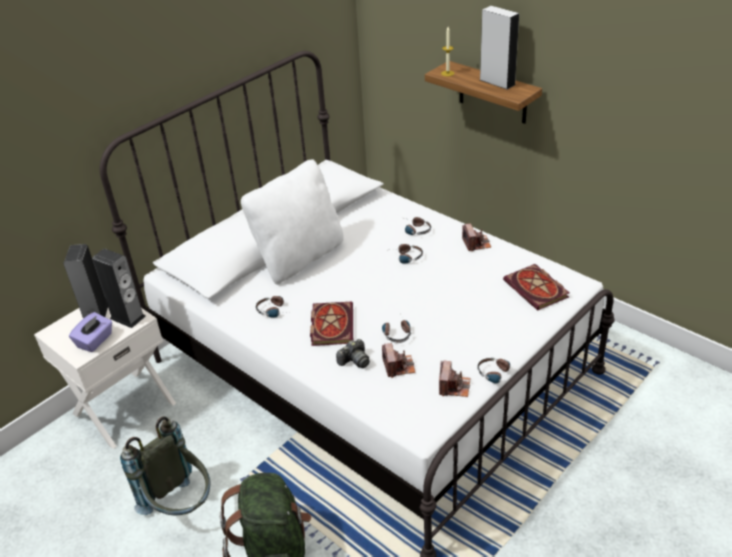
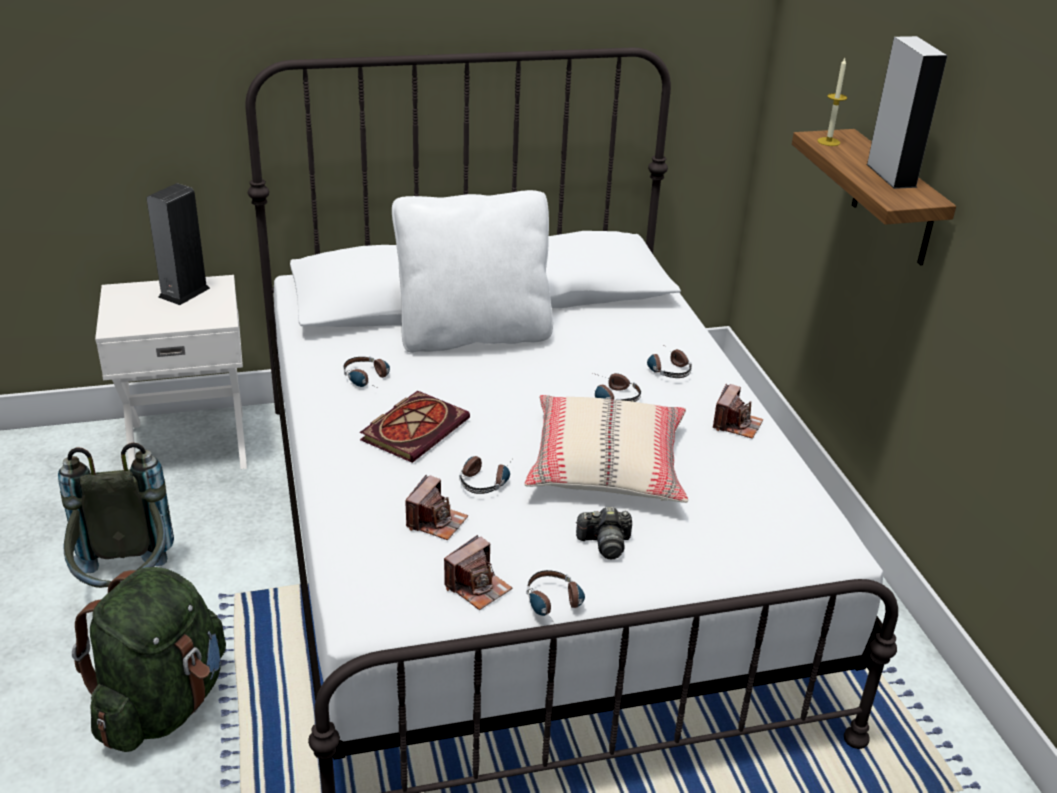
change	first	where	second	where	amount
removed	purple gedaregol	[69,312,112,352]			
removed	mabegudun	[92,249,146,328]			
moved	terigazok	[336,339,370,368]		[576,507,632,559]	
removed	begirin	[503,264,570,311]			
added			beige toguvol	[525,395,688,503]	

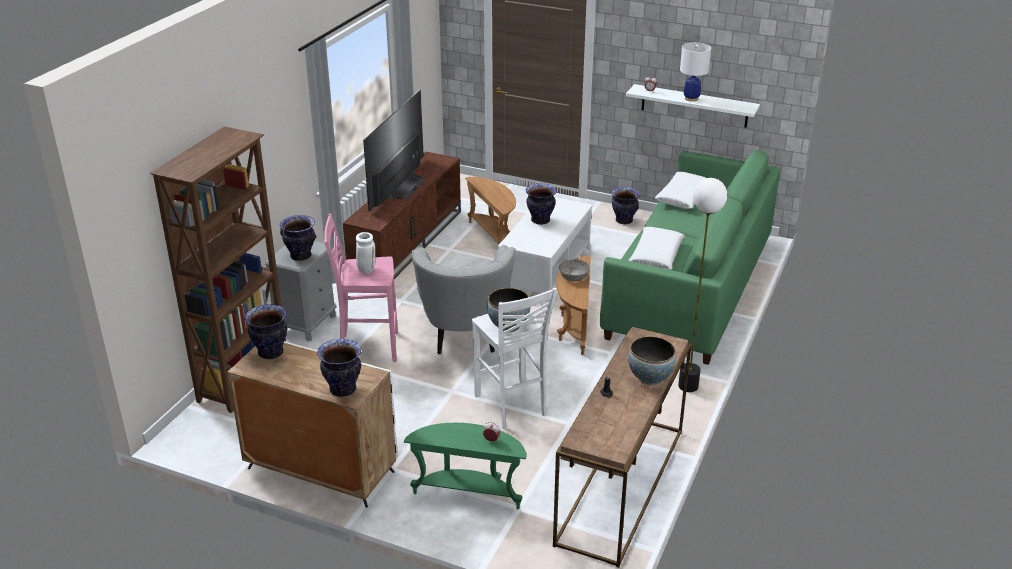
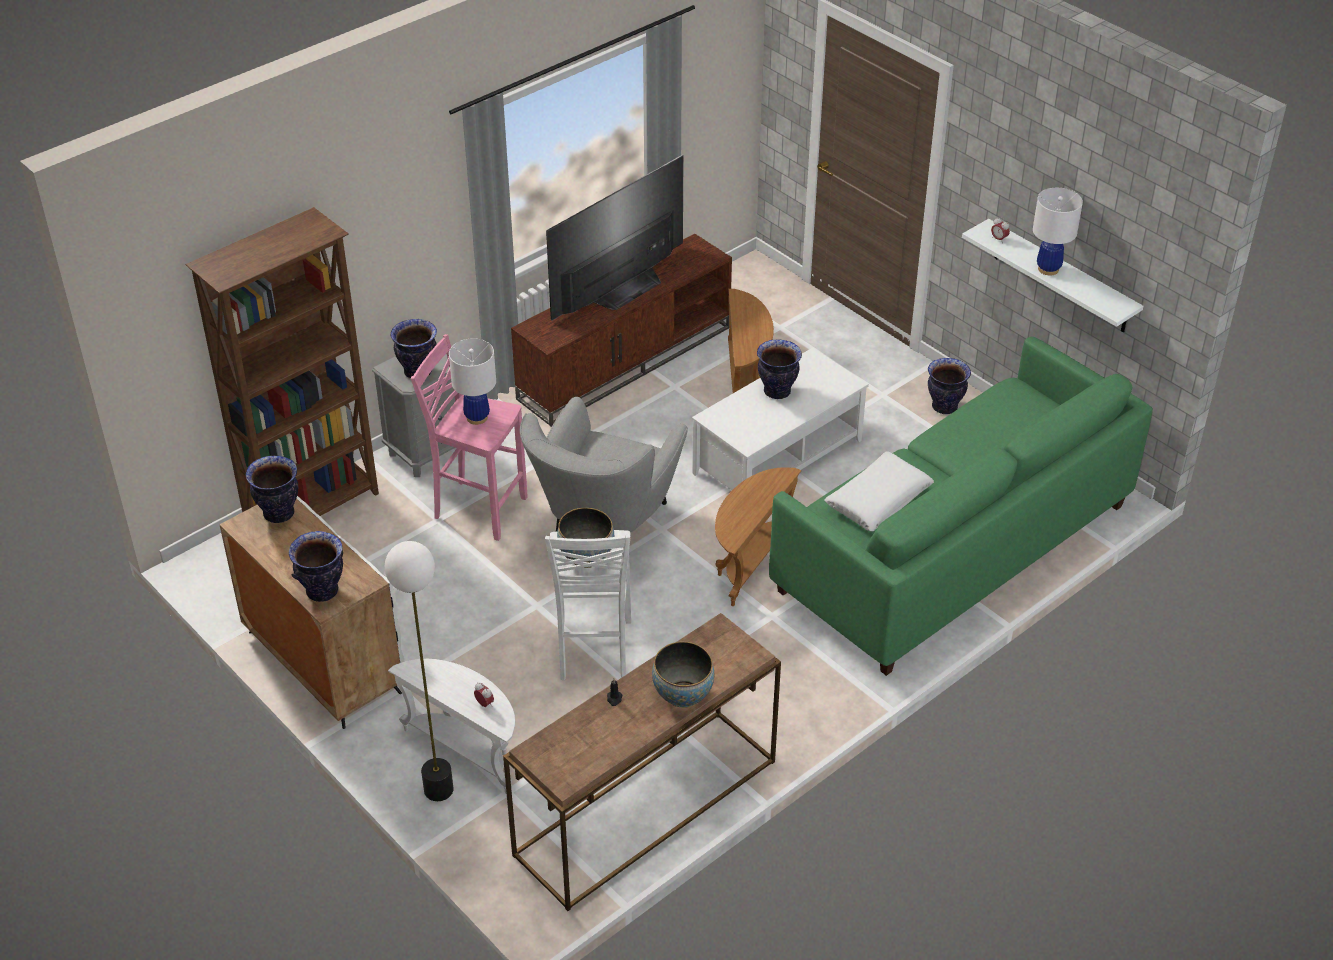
change	first	where	second	where	amount
replaced	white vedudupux	[356,232,375,274]	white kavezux	[449,338,496,425]	
recoloured	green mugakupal	[404,423,527,509]	white mugakupal	[388,659,515,794]	
removed	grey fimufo	[559,259,590,281]			
removed	white toguvol	[655,172,706,209]			
moved	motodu	[678,178,727,392]		[385,541,454,801]	

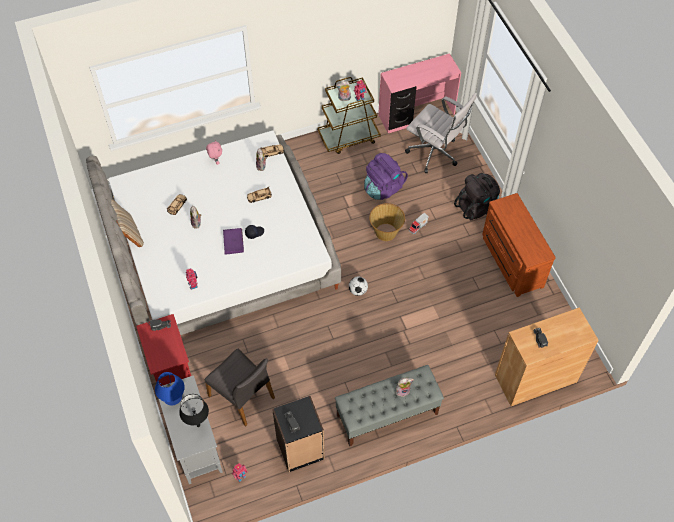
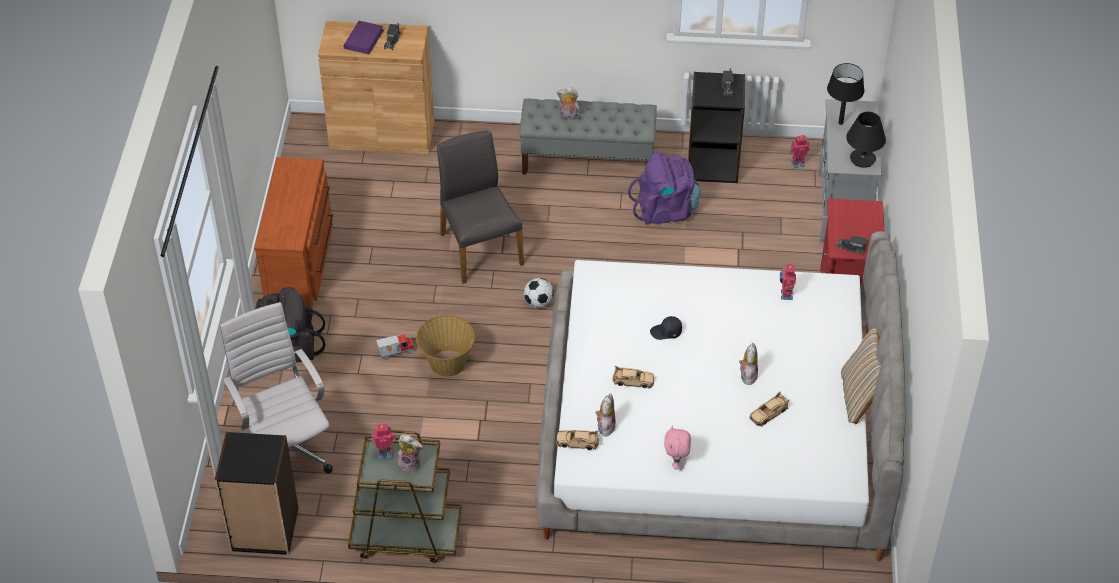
change	first	where	second	where	amount
recoloured	blue kavezux	[155,372,185,405]	black kavezux	[846,112,886,168]	
moved	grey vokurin	[204,349,275,426]		[437,131,524,284]	
moved	purple begirin	[223,228,244,255]		[343,21,384,54]	
moved	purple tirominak	[364,153,408,200]		[628,152,700,224]	
replaced	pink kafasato	[378,53,461,134]	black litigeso	[214,432,299,555]	

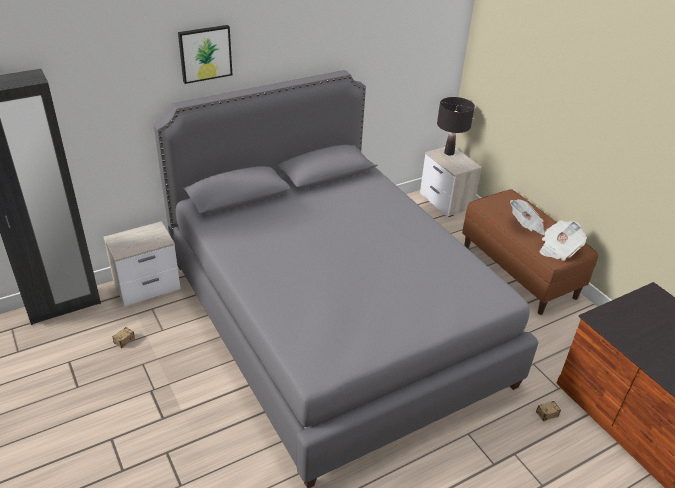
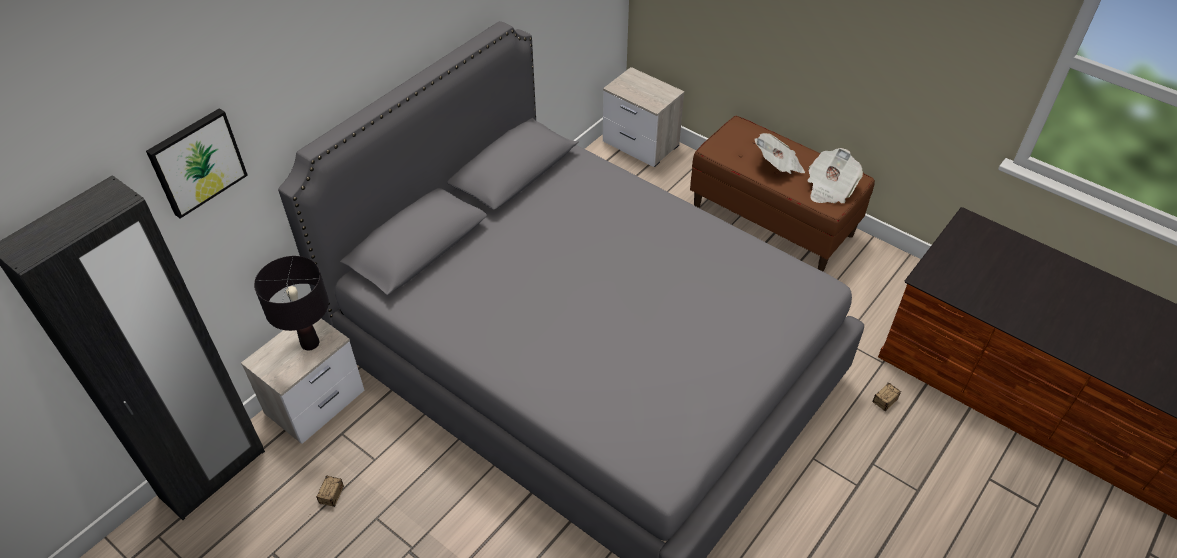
change	first	where	second	where	amount
moved	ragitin	[178,25,232,84]		[146,108,248,219]	
moved	black kavezux	[437,97,475,156]		[254,256,329,351]	

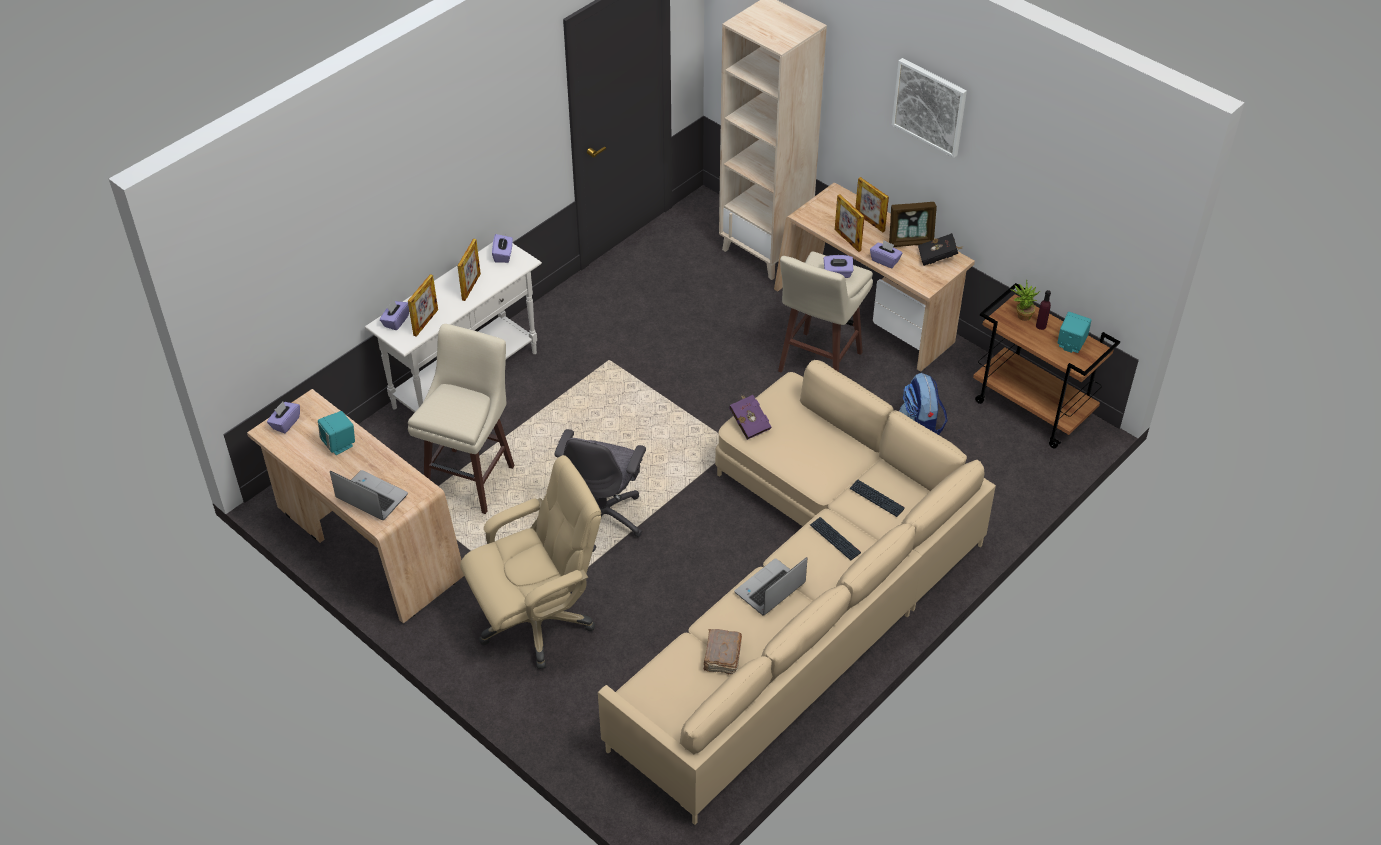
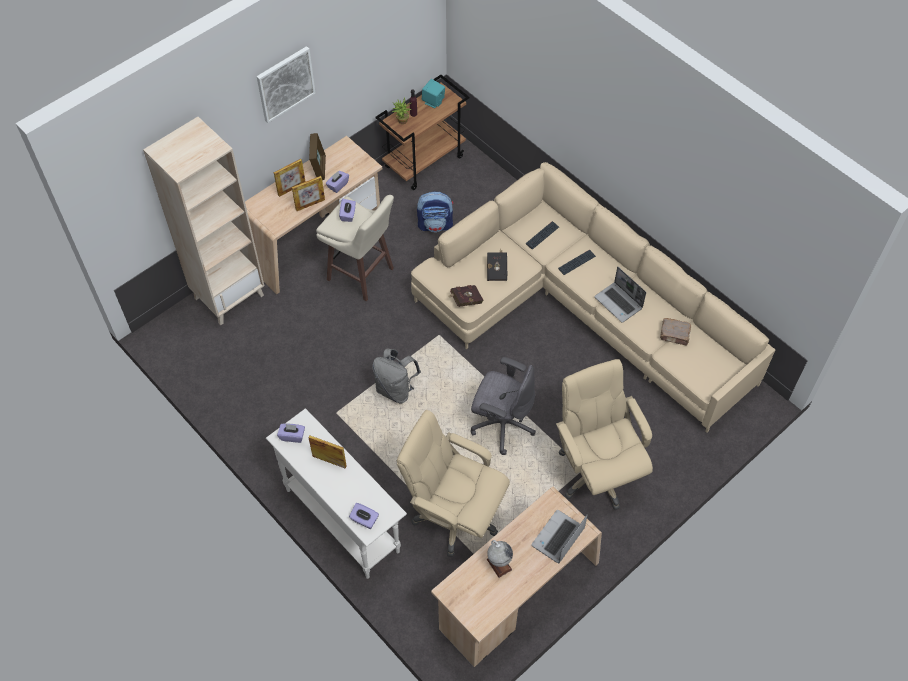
change	first	where	second	where	amount
removed	purple gedaregol	[267,402,300,434]			
replaced	turquoise mabegudun	[318,411,355,455]	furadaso	[487,540,513,578]	
removed	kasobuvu	[408,274,438,337]			
replaced	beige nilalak	[408,324,515,514]	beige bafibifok	[397,410,510,557]	
recoloured	purple begirin	[729,394,771,440]	red begirin	[448,285,484,307]	
moved	black begirin	[918,233,964,266]		[487,250,507,281]	
added			grey tirominak	[373,348,421,403]	

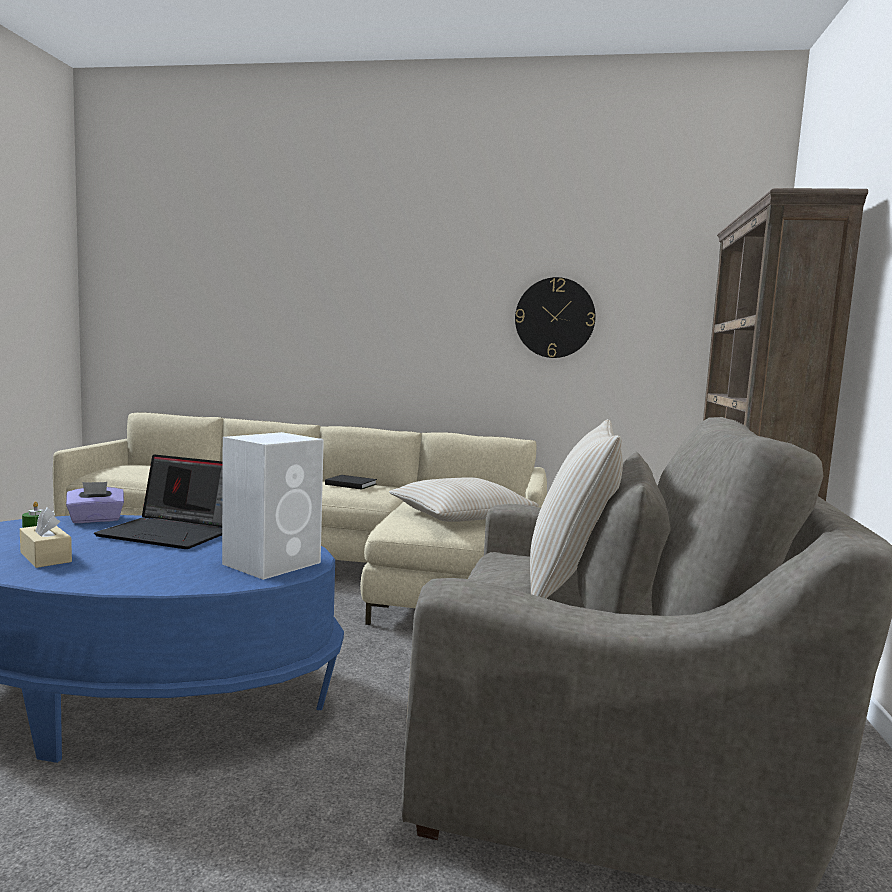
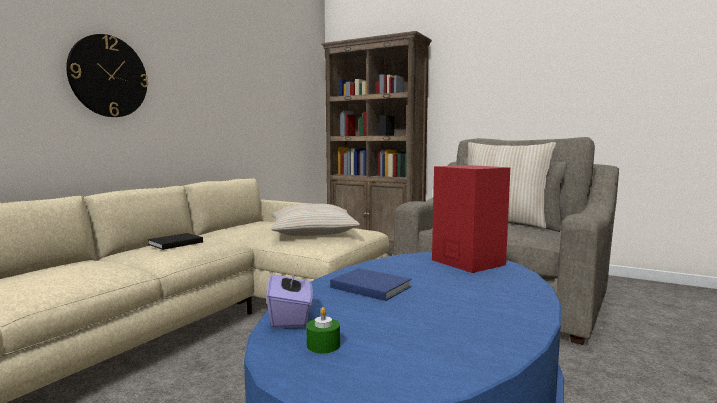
change	first	where	second	where	amount
removed	beige gedaregol	[20,508,72,568]			
replaced	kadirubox	[94,454,223,549]	blue begirin	[330,268,412,301]	
recoloured	white mabegudun	[222,432,324,580]	red mabegudun	[432,165,510,273]	
moved	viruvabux	[515,277,596,358]		[66,34,148,117]	

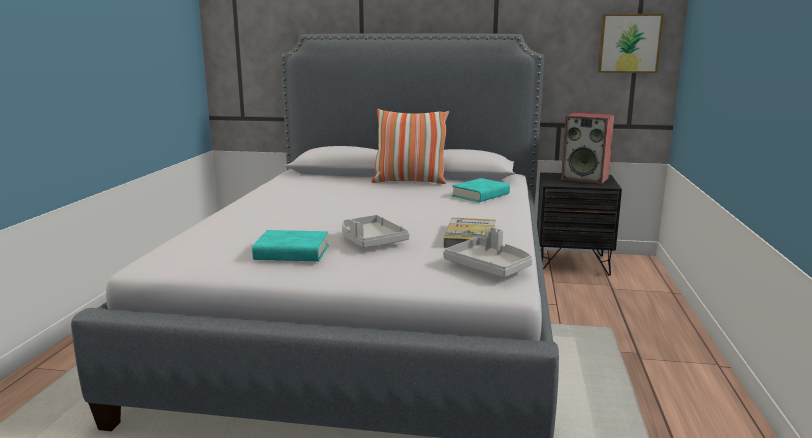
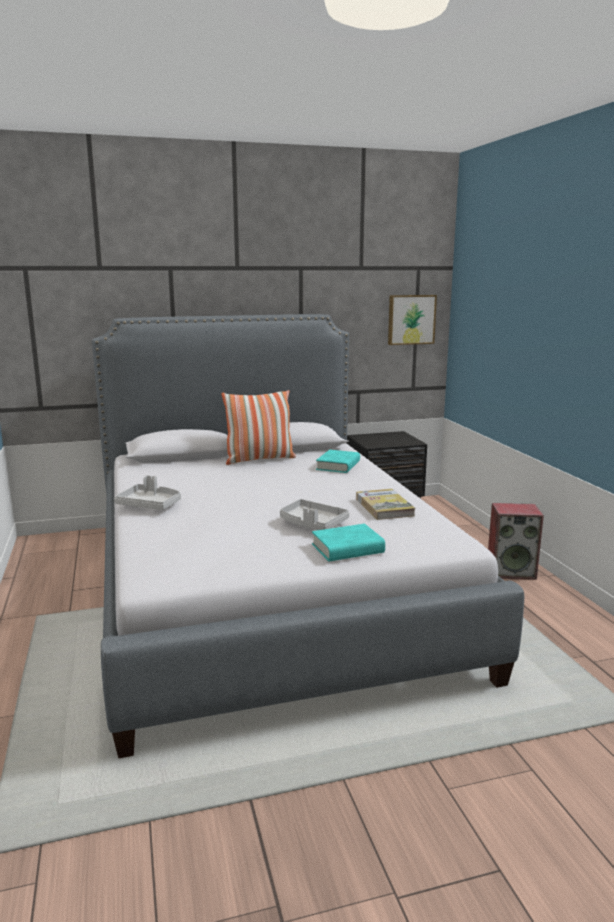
change	first	where	second	where	amount
moved	turquoise begirin	[252,230,329,261]		[312,524,385,561]	
moved	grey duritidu	[443,227,533,277]		[114,475,181,510]	
moved	mabegudun	[561,113,614,184]		[488,503,544,580]	

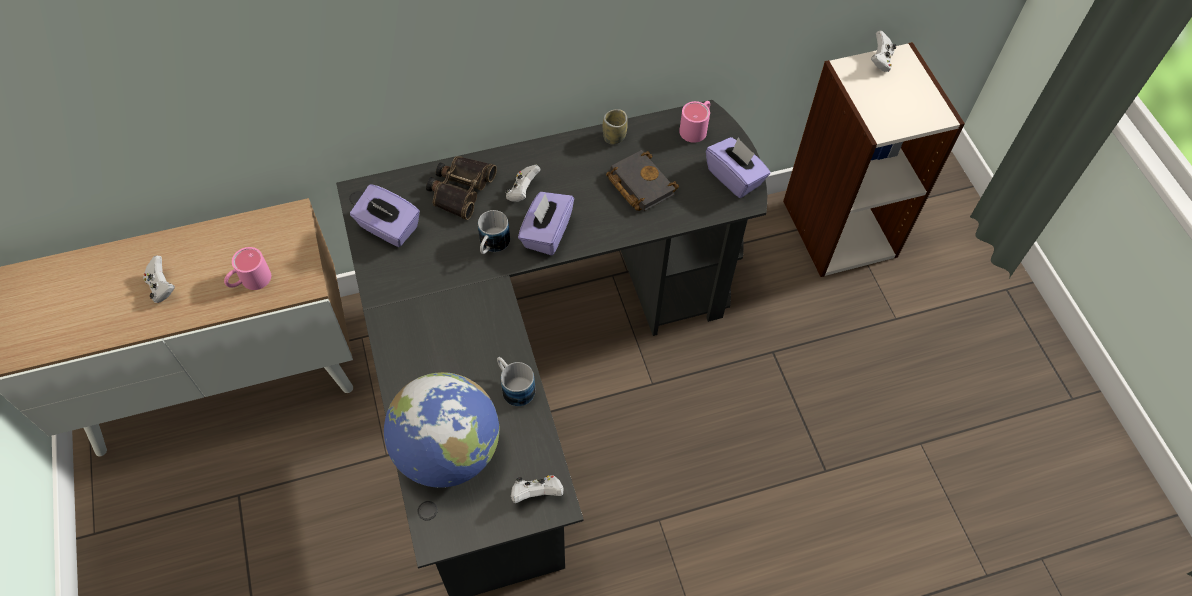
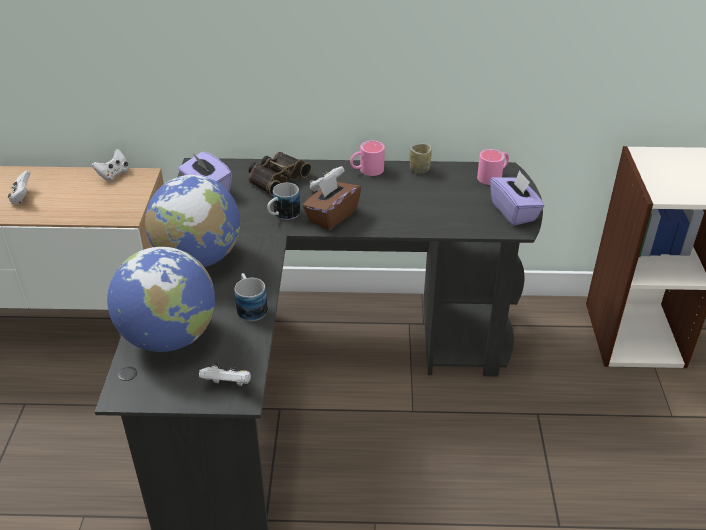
change	first	where	second	where	amount
moved	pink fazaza	[224,247,271,290]		[350,141,385,176]	
recoloured	purple gedaregol	[518,192,574,256]	brown gedaregol	[303,175,361,230]	
removed	black begirin	[606,150,679,211]			
moved	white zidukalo	[871,31,896,72]		[92,149,129,181]	
added			furadaso	[145,175,240,267]	

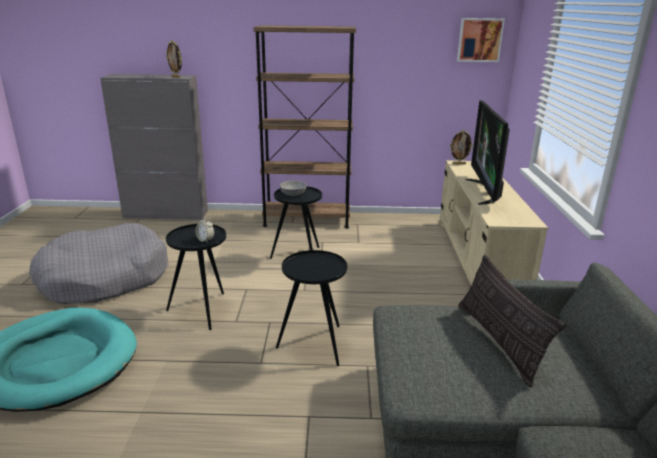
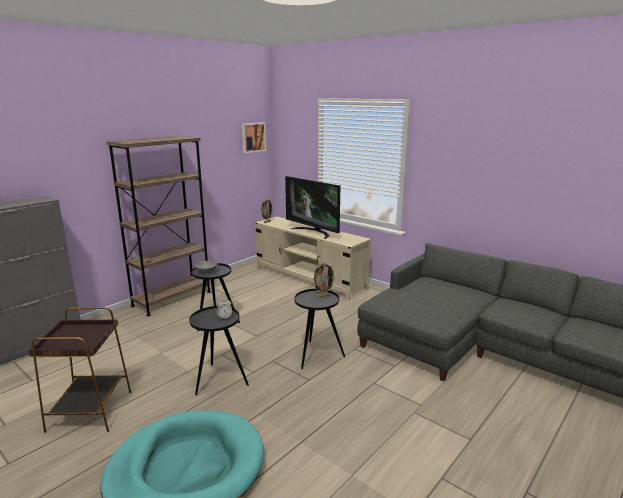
change	first	where	second	where	amount
replaced	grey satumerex	[29,223,168,304]	brown mugakupal	[29,307,131,433]	
moved	kasobuvu	[166,40,182,78]		[313,263,336,297]	
removed	toguvol	[458,255,566,387]			

